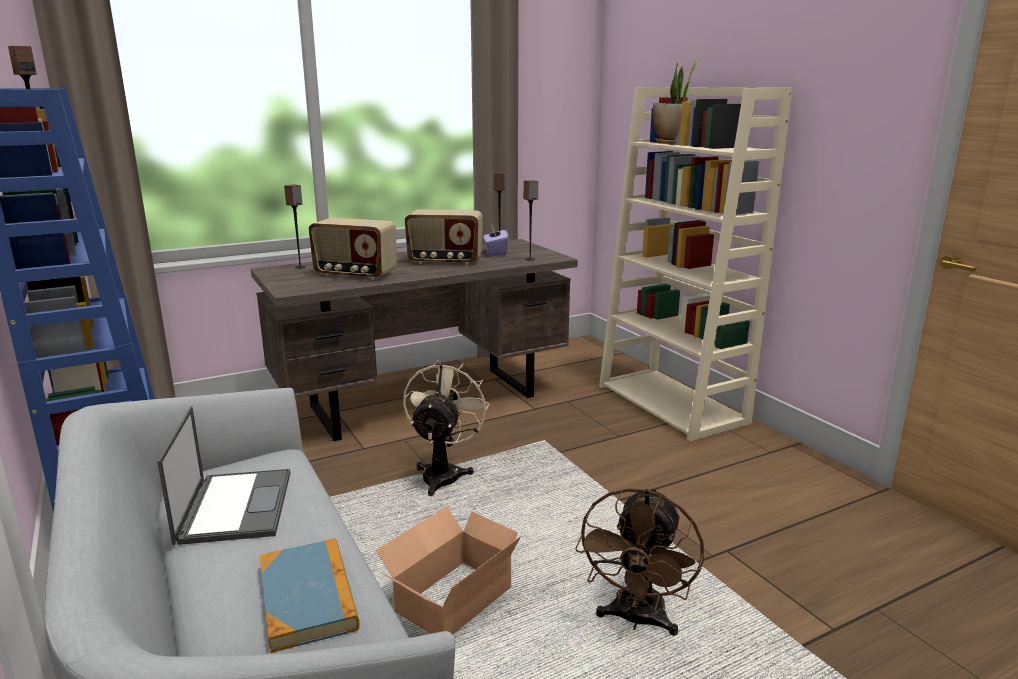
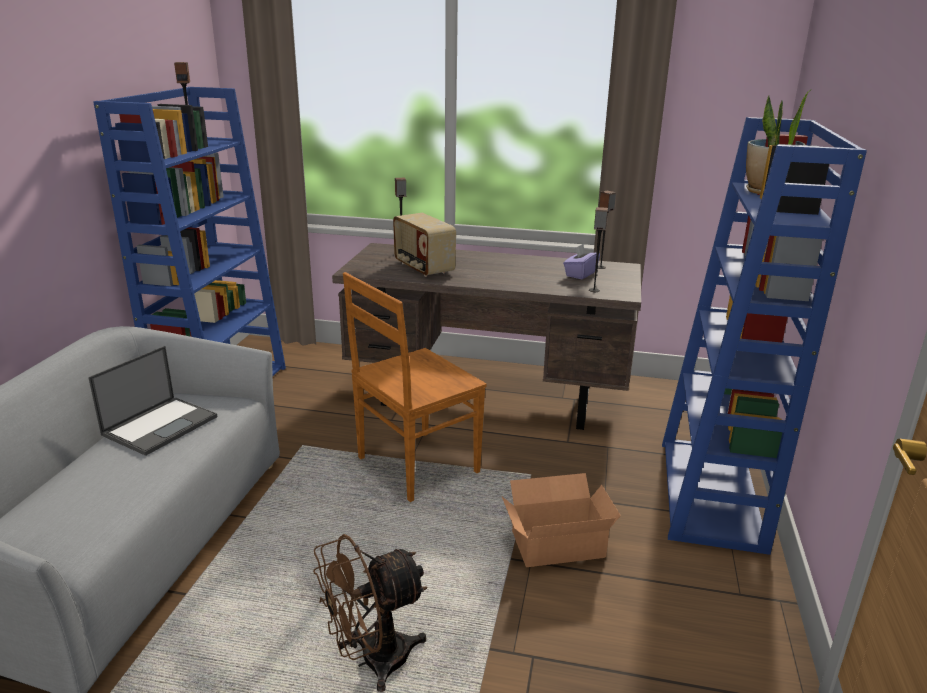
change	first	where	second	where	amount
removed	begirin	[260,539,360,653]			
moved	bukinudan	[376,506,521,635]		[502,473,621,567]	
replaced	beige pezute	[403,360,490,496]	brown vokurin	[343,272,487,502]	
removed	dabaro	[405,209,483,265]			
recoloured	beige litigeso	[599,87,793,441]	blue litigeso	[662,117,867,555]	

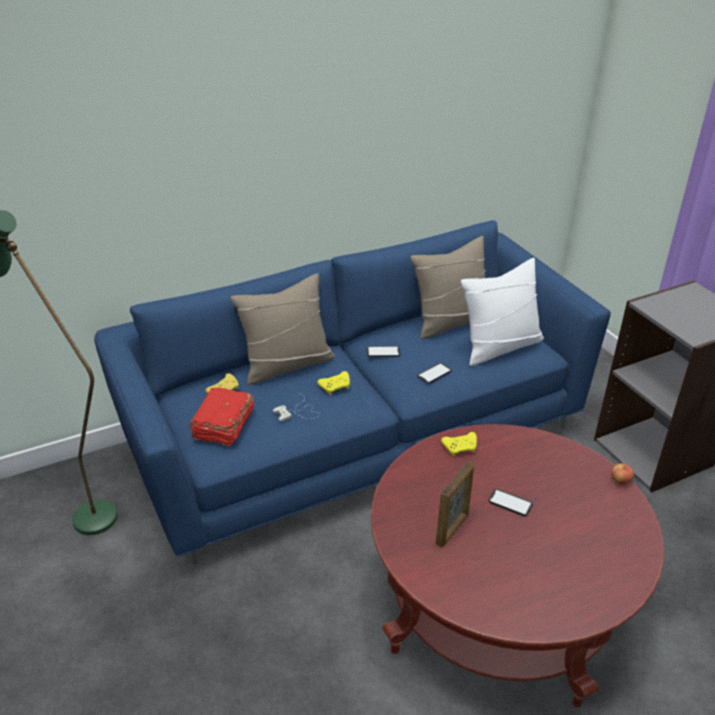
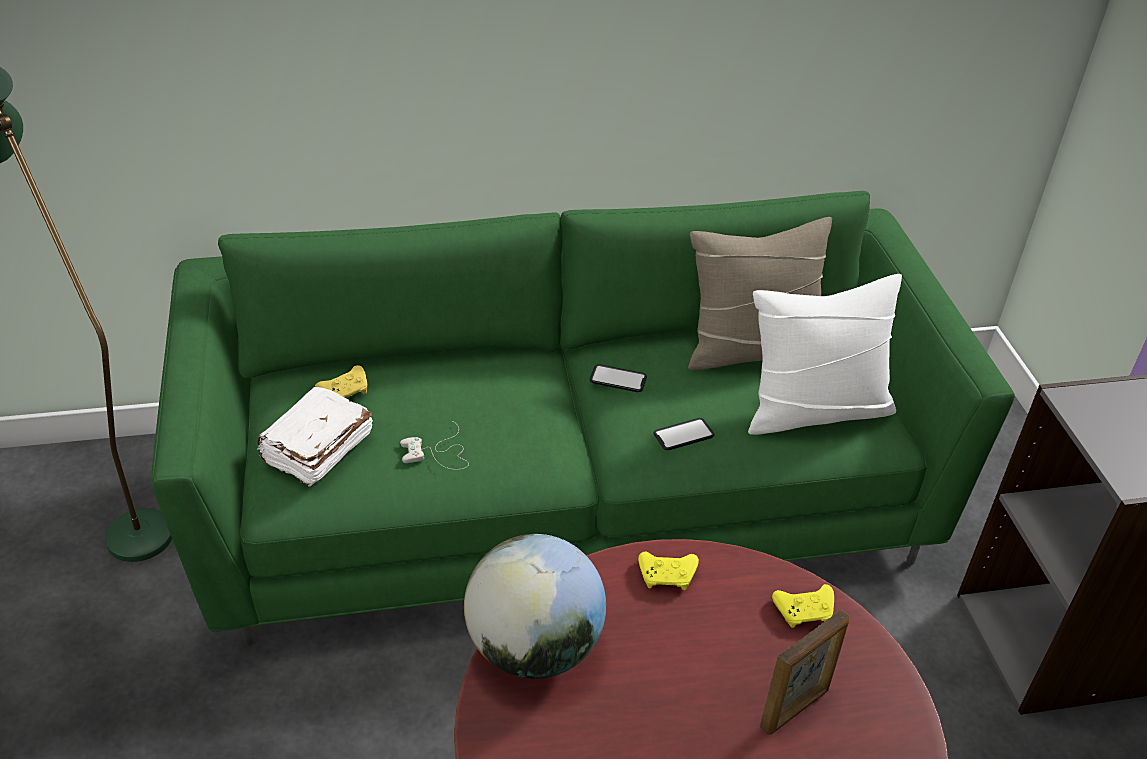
change	first	where	second	where	amount
recoloured	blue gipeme	[94,220,611,565]	green gipeme	[151,191,1015,647]	
recoloured	red begirin	[190,388,254,446]	white begirin	[258,386,373,487]	
removed	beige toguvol	[231,273,335,385]			
moved	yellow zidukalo	[317,371,350,395]		[772,584,834,628]	
moved	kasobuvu	[436,461,474,547]		[760,610,849,734]	
removed	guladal	[488,489,533,516]			
removed	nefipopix	[611,463,634,485]			
added			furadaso	[464,534,606,679]	

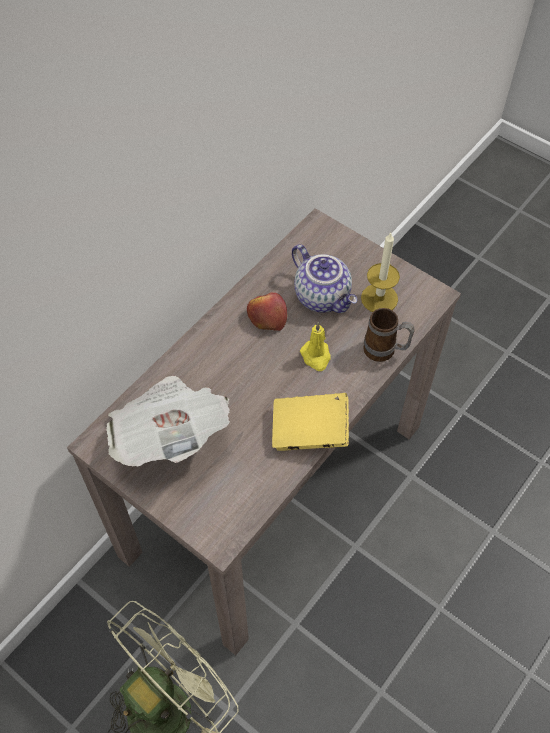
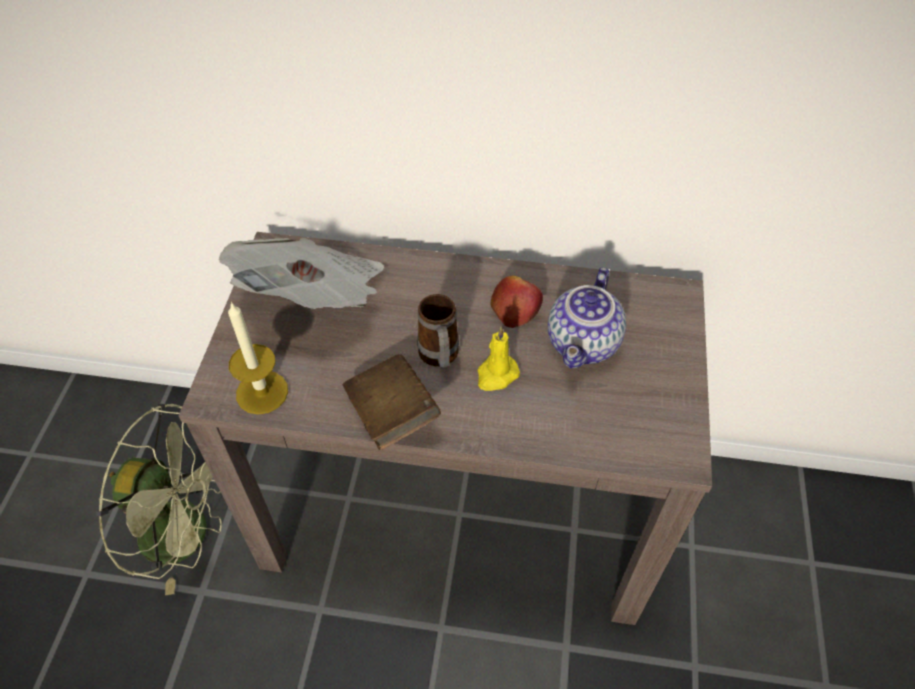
change	first	where	second	where	amount
recoloured	yellow begirin	[272,393,349,451]	brown begirin	[343,354,441,450]	
moved	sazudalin	[361,233,400,312]		[228,302,288,415]	
moved	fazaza	[363,308,415,362]		[417,294,459,368]	

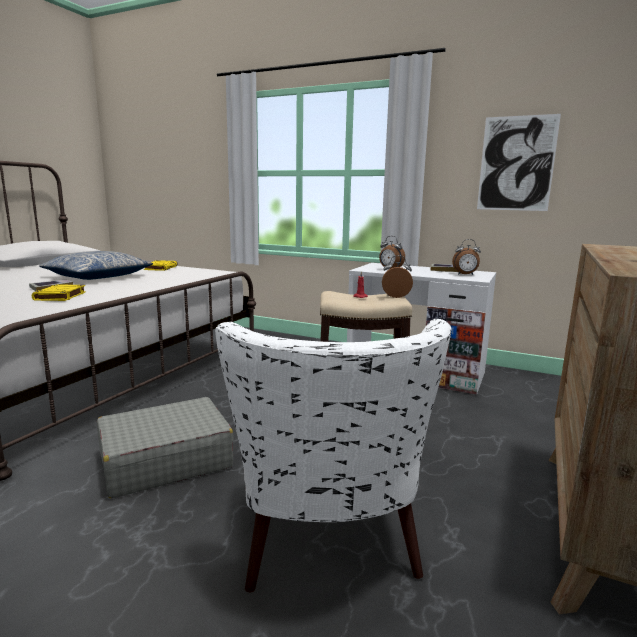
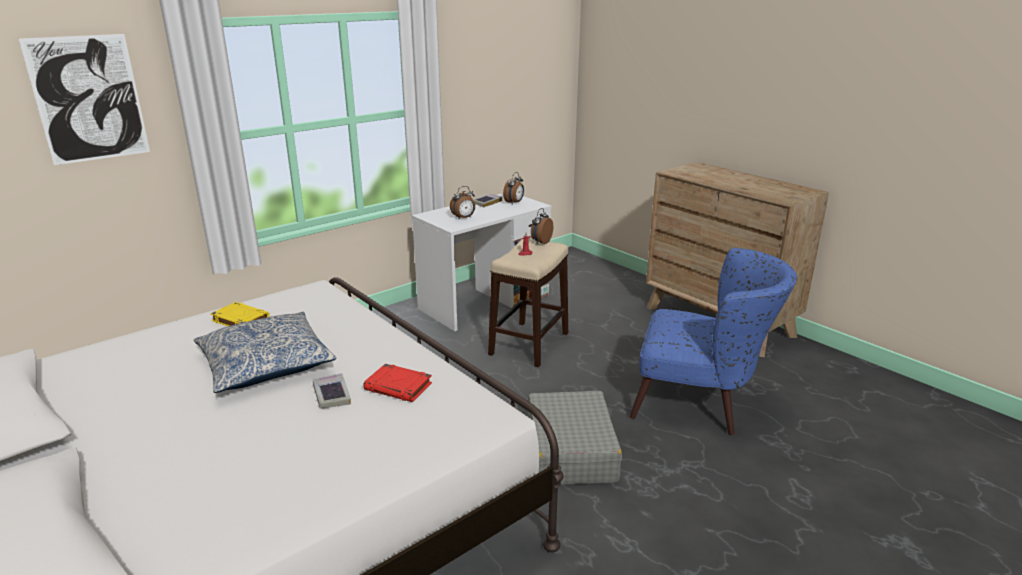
change	first	where	second	where	amount
recoloured	yellow begirin	[32,284,86,301]	red begirin	[363,363,432,402]	
recoloured	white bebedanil	[215,319,452,592]	blue bebedanil	[630,248,797,435]	
moved	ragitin	[477,114,561,211]		[19,34,150,165]	

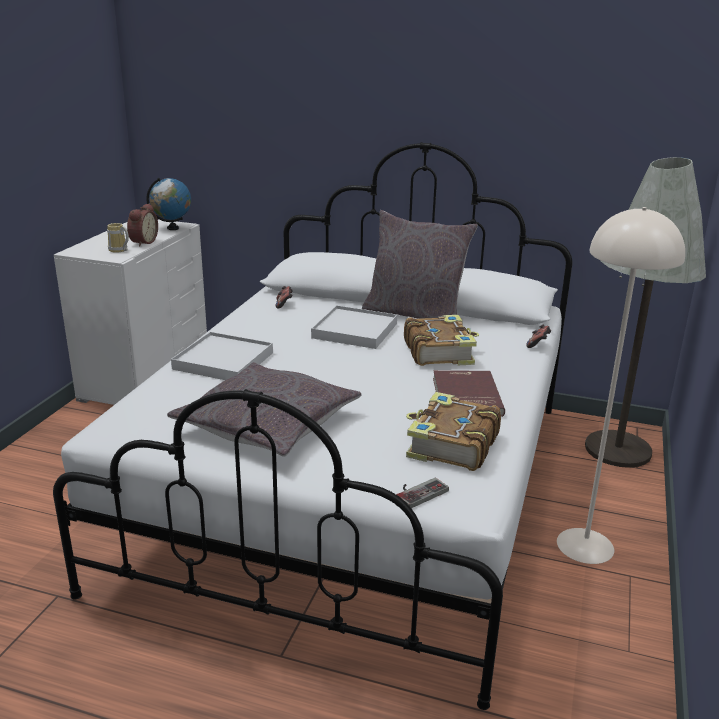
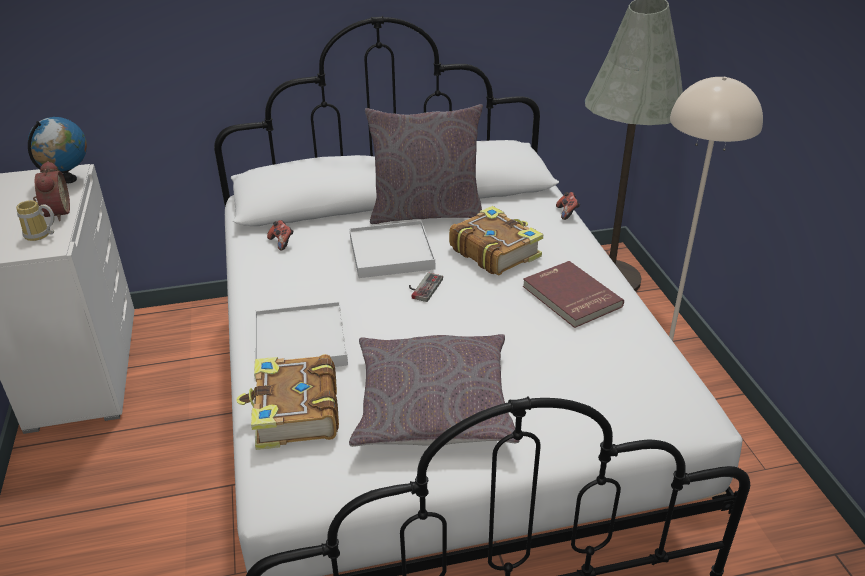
change	first	where	second	where	amount
moved	zidukalo	[396,478,449,508]		[409,272,443,302]	
moved	begirin	[406,392,501,471]		[236,354,339,450]	

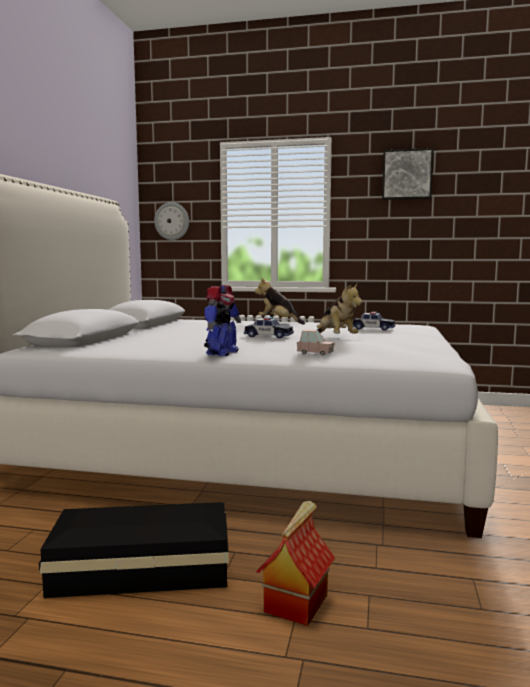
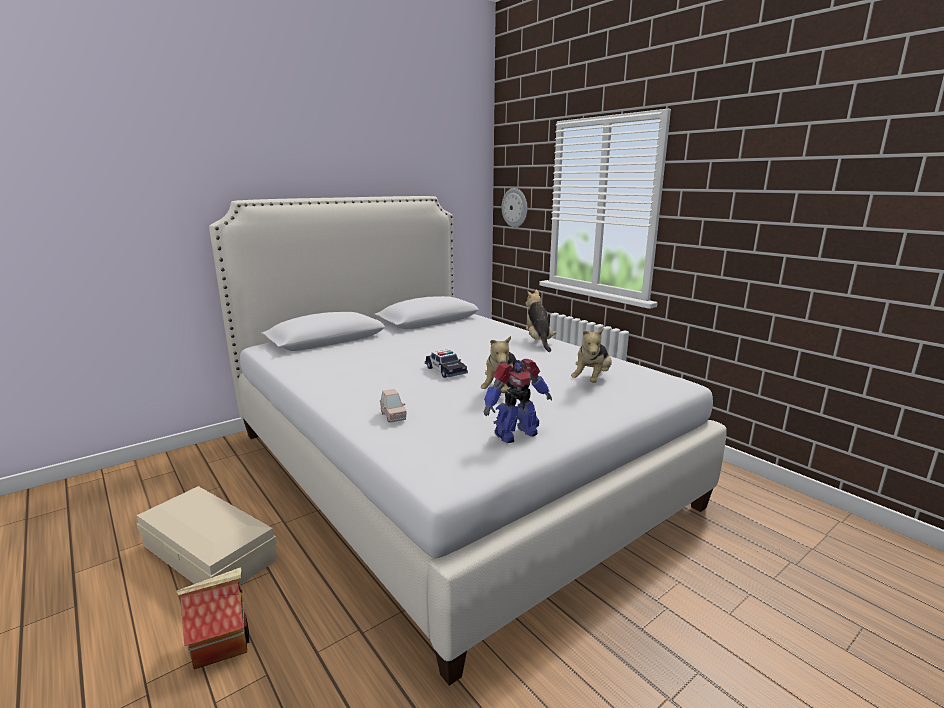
change	first	where	second	where	amount
recoloured	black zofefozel	[39,502,229,598]	beige zofefozel	[137,486,277,585]	
moved	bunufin	[204,285,241,356]		[484,359,552,443]	
replaced	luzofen	[353,312,395,331]	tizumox	[571,328,612,383]	
removed	ragitin	[382,148,434,200]			

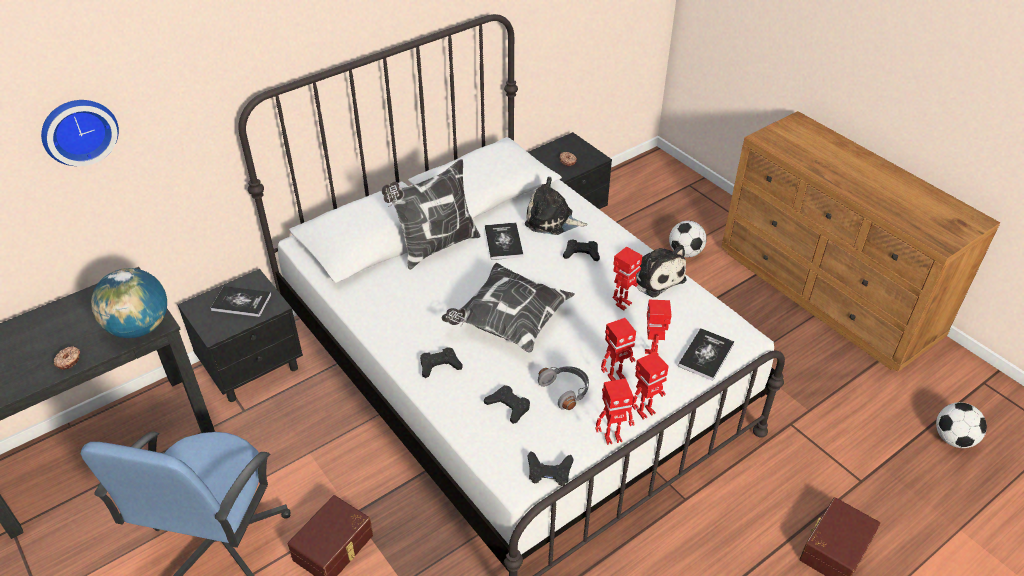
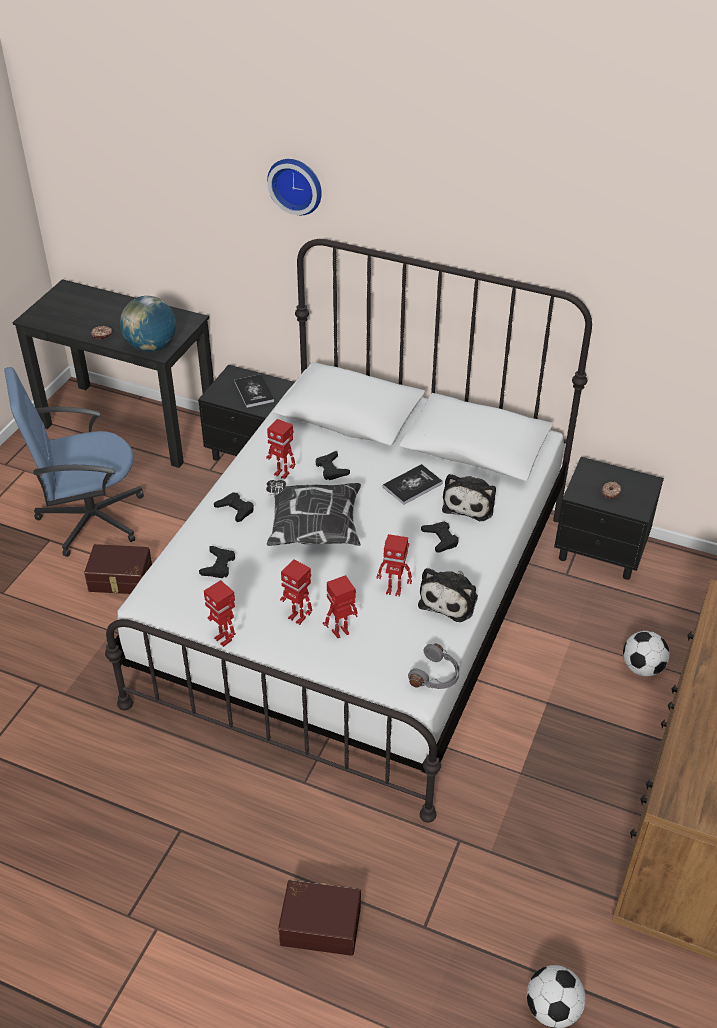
change	first	where	second	where	amount
moved	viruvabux	[41,100,119,166]		[267,159,322,215]	
removed	toguvol	[381,159,481,270]			
turned	tizumox	[525,177,588,235]		[442,474,496,521]	150 degrees counterclockwise
moved	black zidukalo	[528,451,573,486]		[316,451,350,480]	
moved	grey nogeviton	[538,366,589,410]		[408,643,460,689]	
moved	bunufin	[632,352,669,420]		[266,419,295,479]	
removed	begirin	[678,328,735,381]			

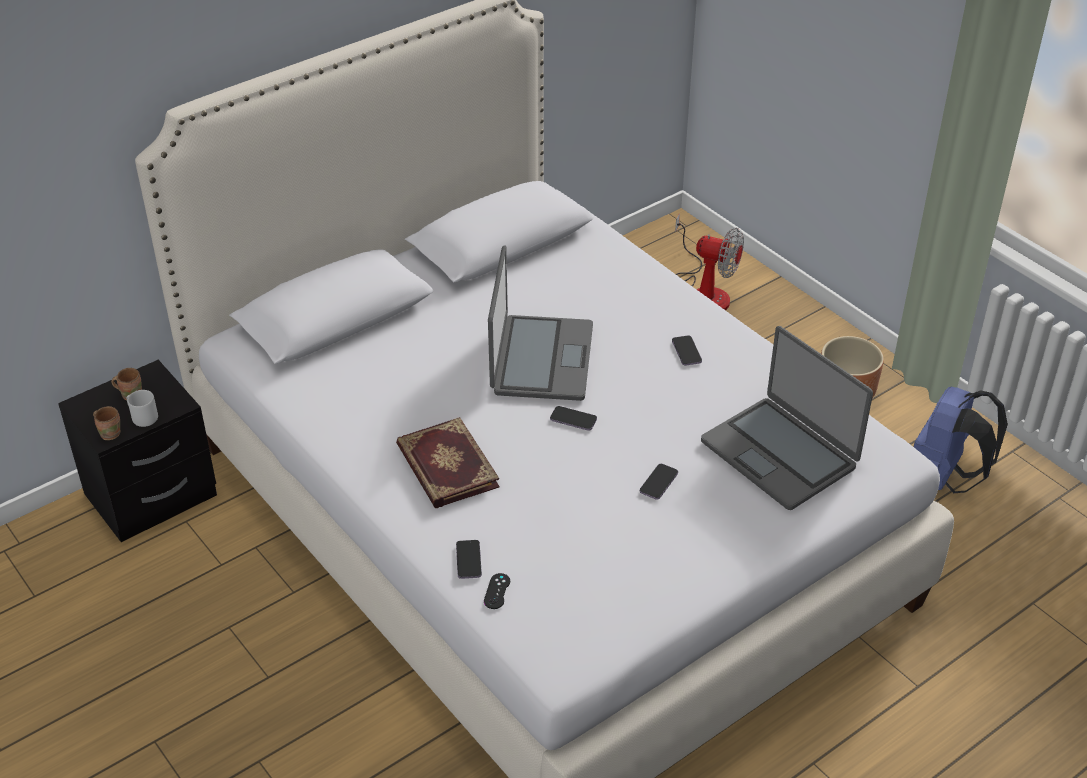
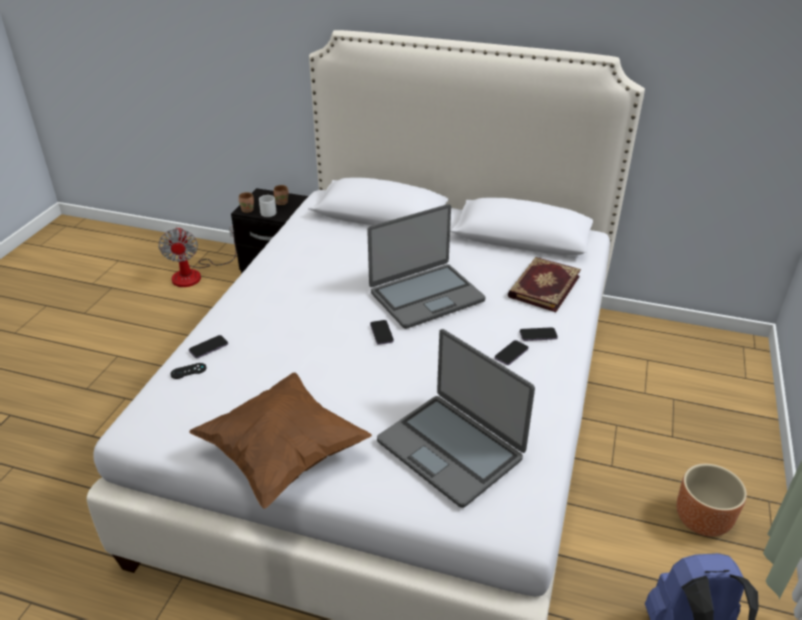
change	first	where	second	where	amount
moved	begirin	[396,417,500,508]		[508,257,581,312]	
moved	guladal	[640,464,678,500]		[520,327,558,341]	
moved	pezute	[675,214,744,310]		[158,227,237,287]	
turned	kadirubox	[701,326,873,510]		[377,329,535,508]	60 degrees counterclockwise
added			brown toguvol	[189,372,372,509]	

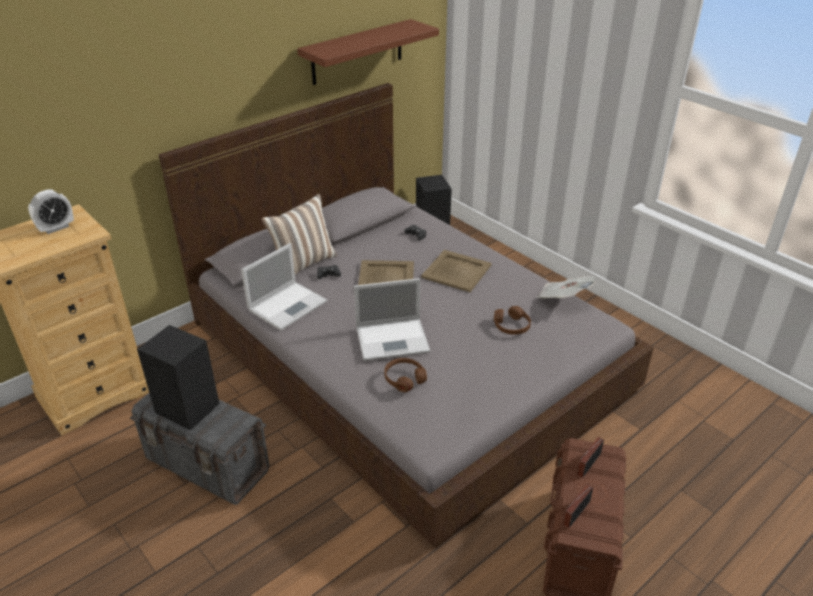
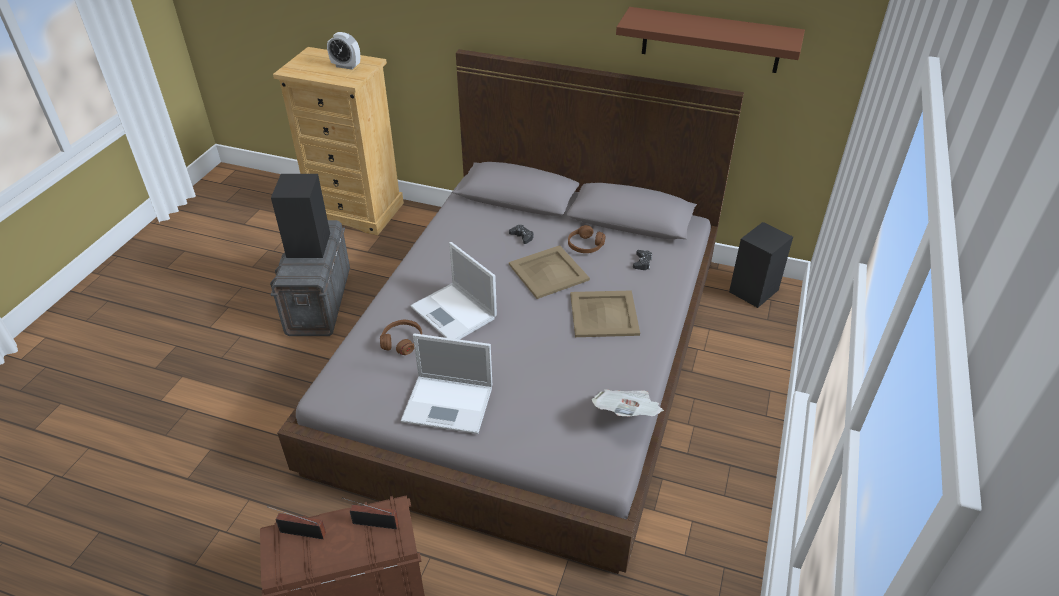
change	first	where	second	where	amount
moved	kadirubox	[241,243,327,331]		[401,333,492,434]	
removed	toguvol	[262,194,337,274]			
moved	brown nogeviton	[494,306,531,335]		[568,225,606,253]	

